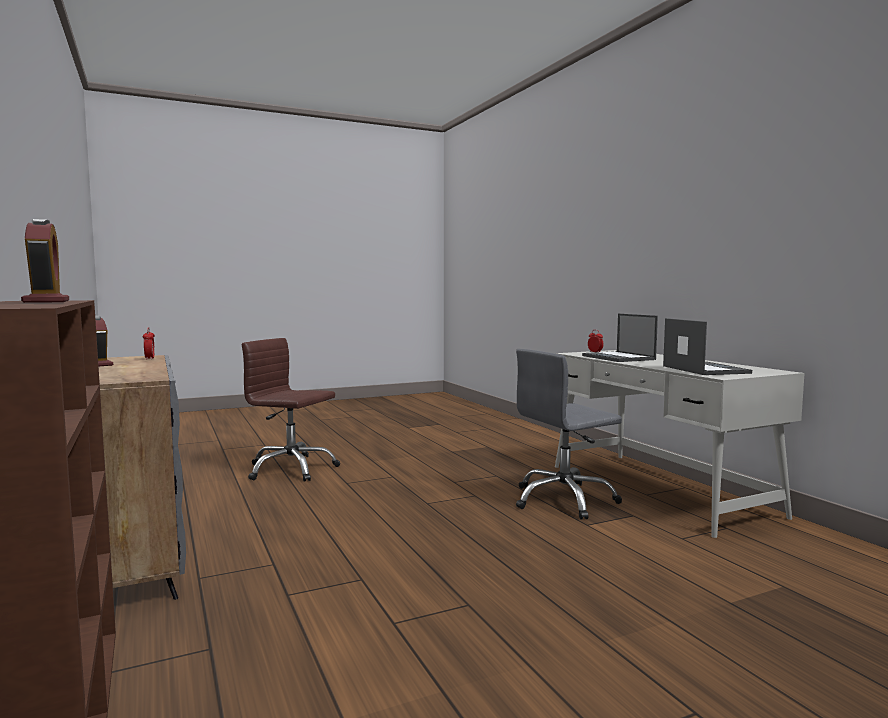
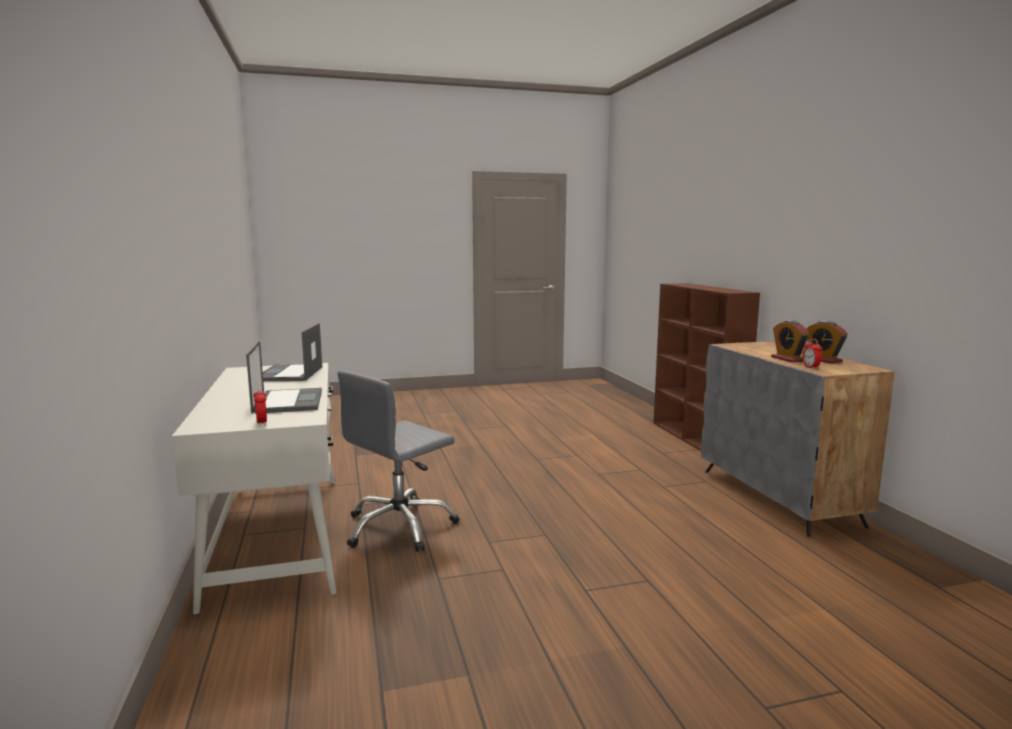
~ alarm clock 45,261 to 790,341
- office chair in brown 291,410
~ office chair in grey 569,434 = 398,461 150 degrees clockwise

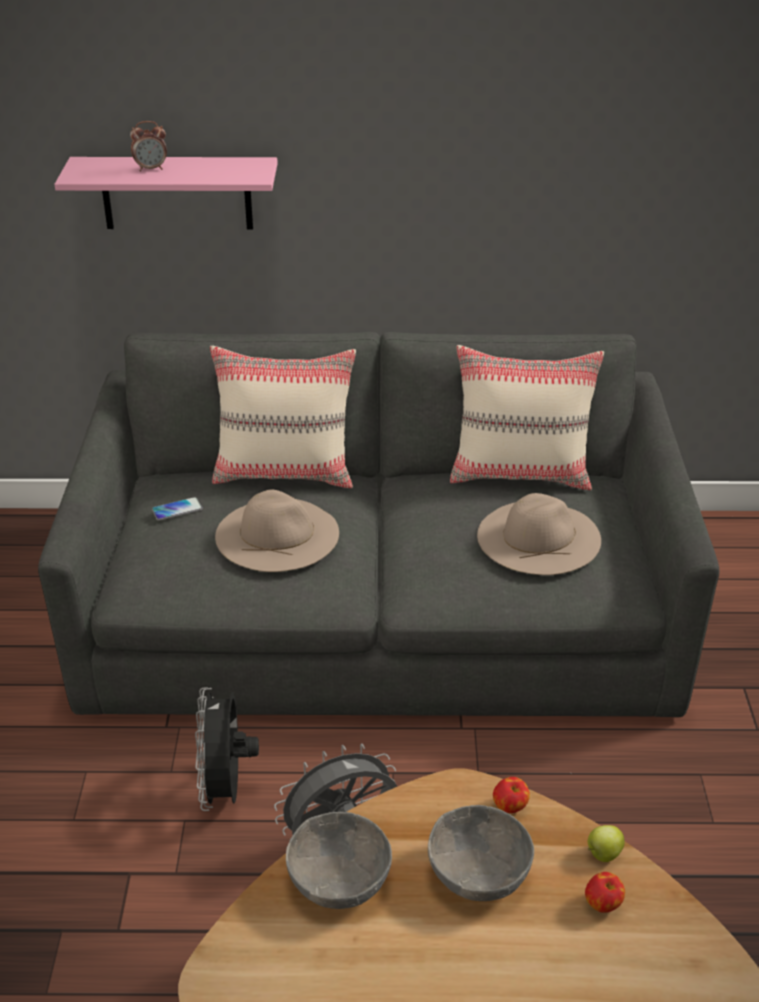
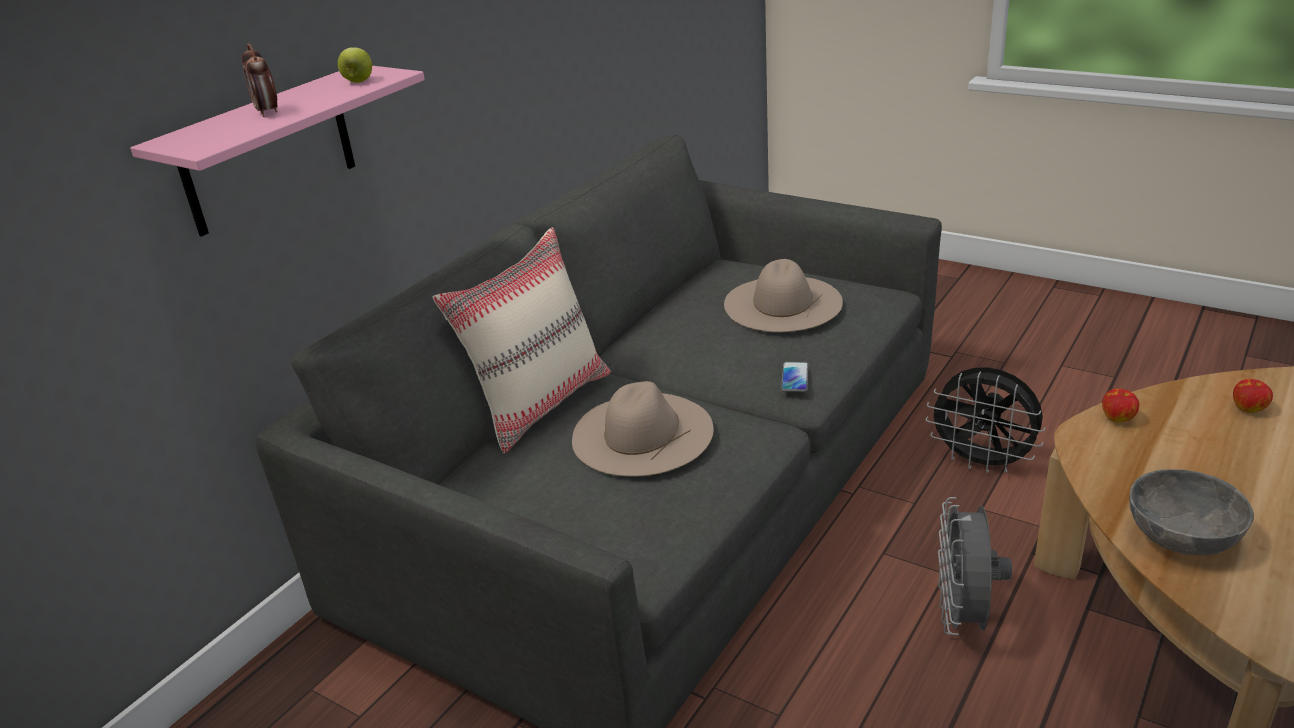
~ alarm clock 148,146 = 259,80 135 degrees clockwise
- pillow in beige 527,417
~ phone 177,509 to 794,377
~ fan in black 227,749 to 986,420
- bowl in grey 481,853
~ apple 606,843 to 355,65

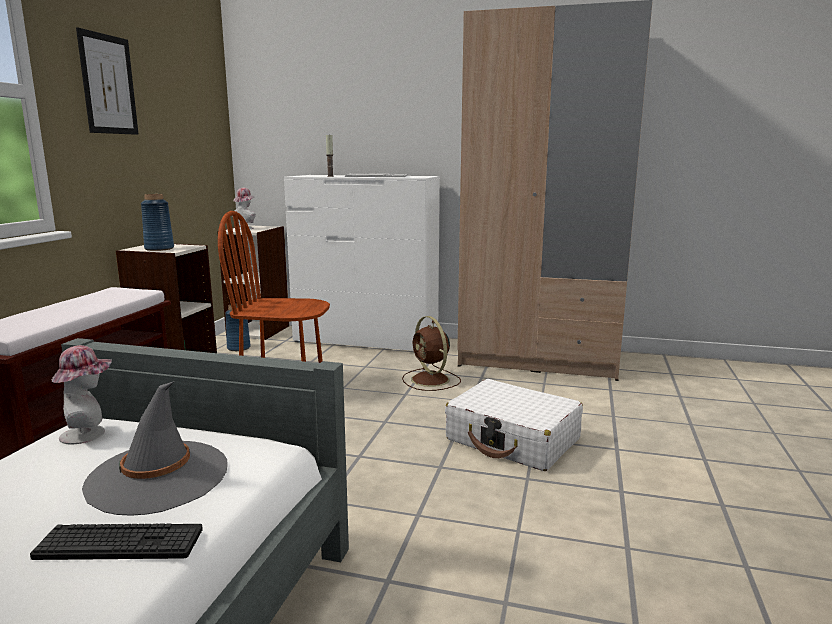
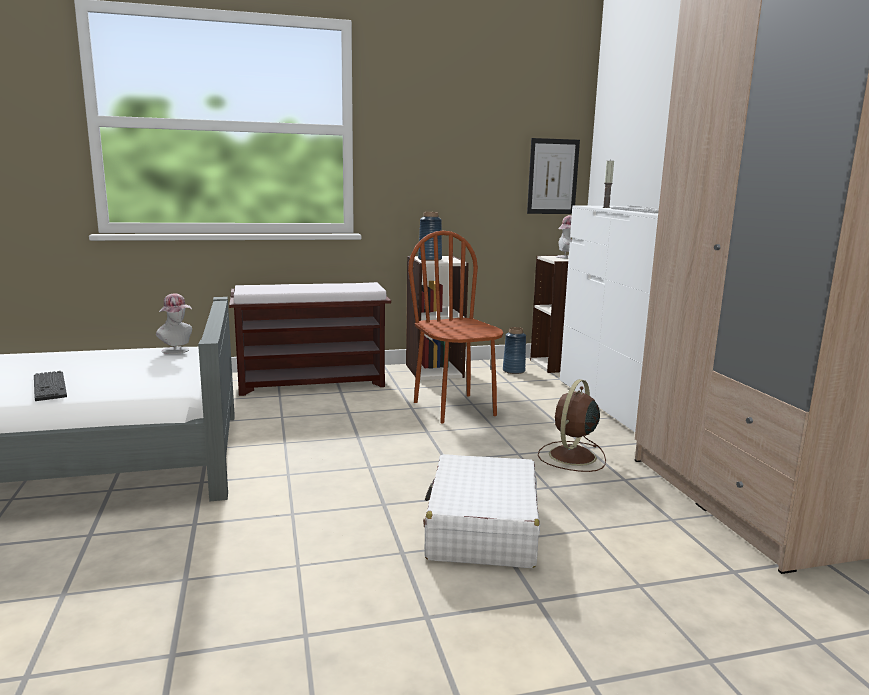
~ picture 107,81 to 553,176
- hat in grey 154,448

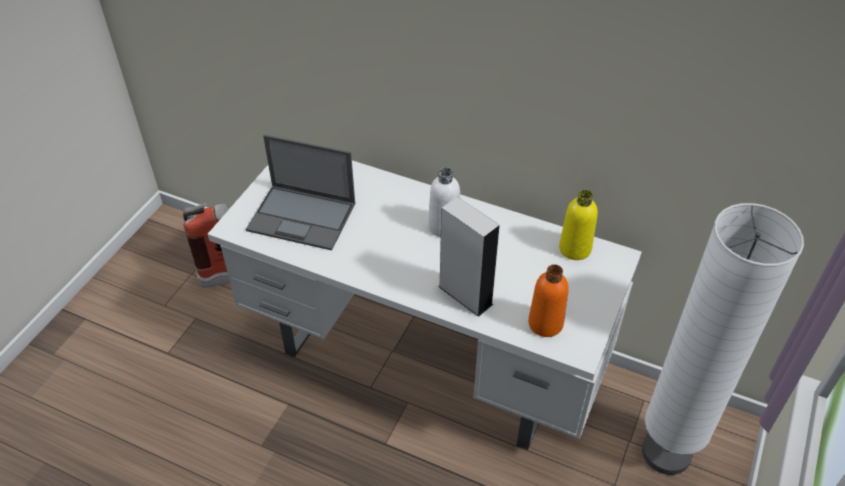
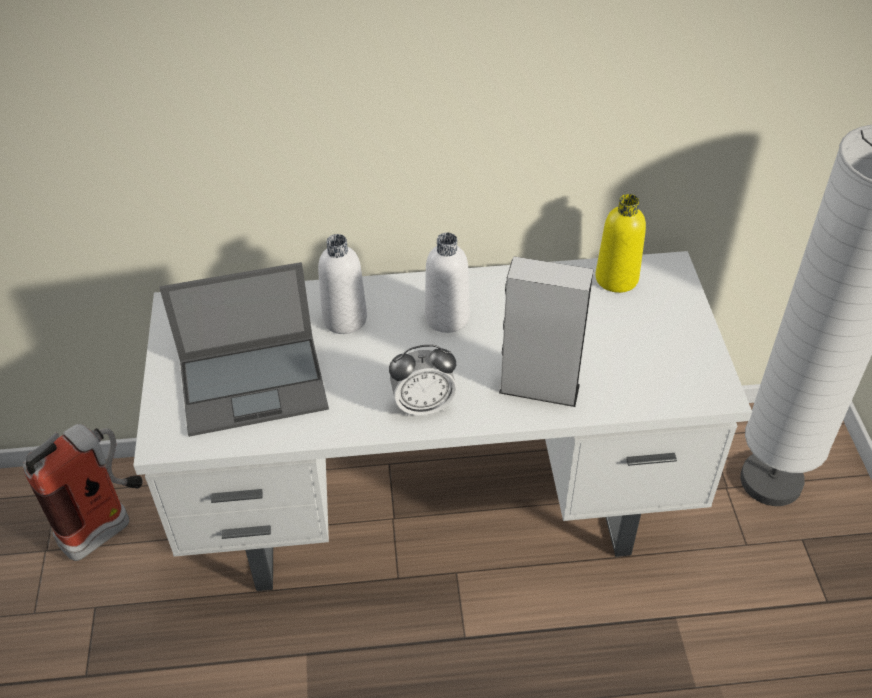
- bottle in orange 548,300
+ bottle in white 342,284
+ alarm clock 422,381

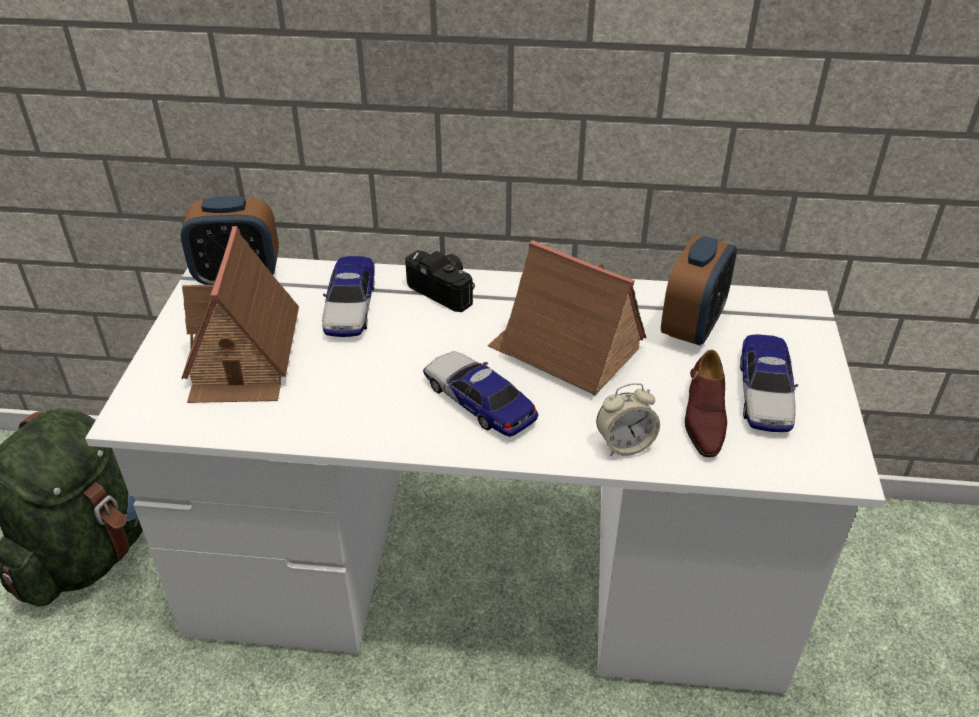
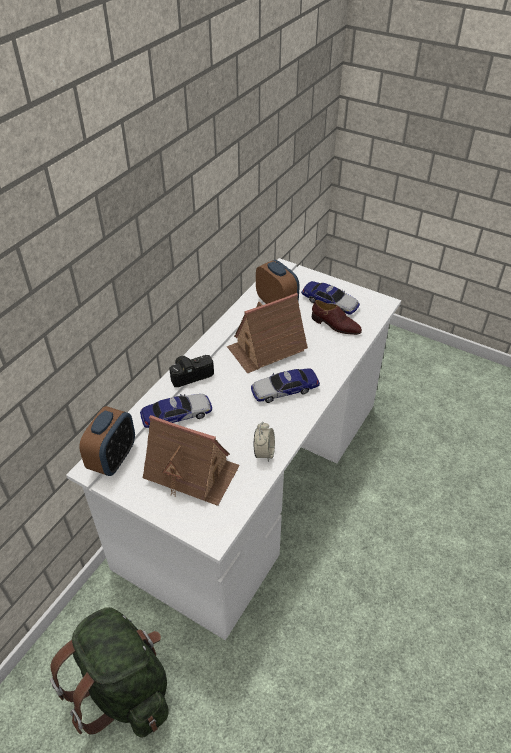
~ toy car 348,296 = 176,411 45 degrees counterclockwise
~ alarm clock 628,419 to 264,442

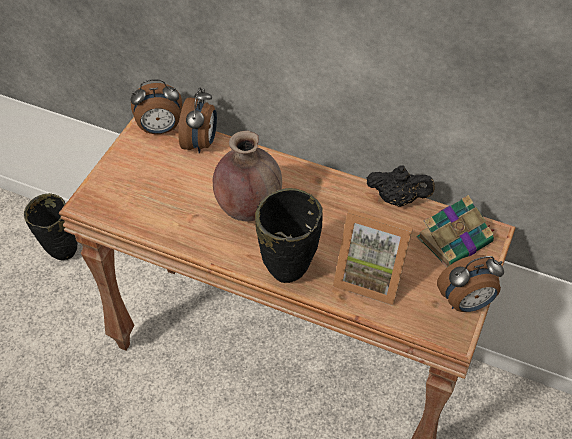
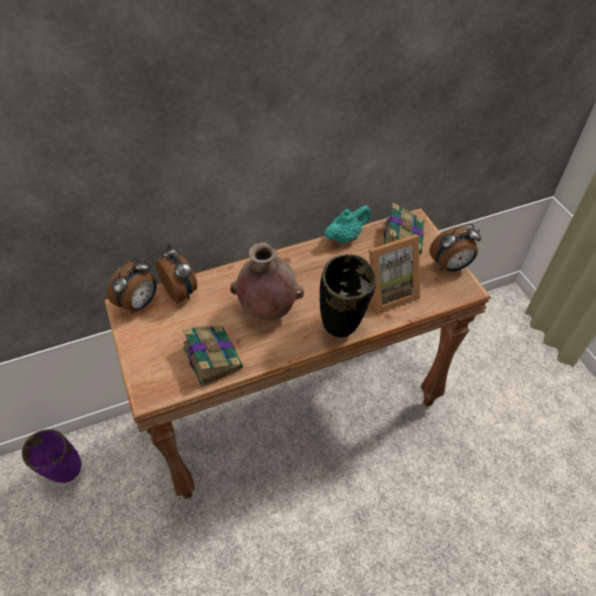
~ teapot in black 401,186 to teapot in turquoise 347,224
~ vase in black 50,226 to vase in purple 52,456
~ alarm clock 470,283 = 455,247 45 degrees clockwise
+ book 212,356

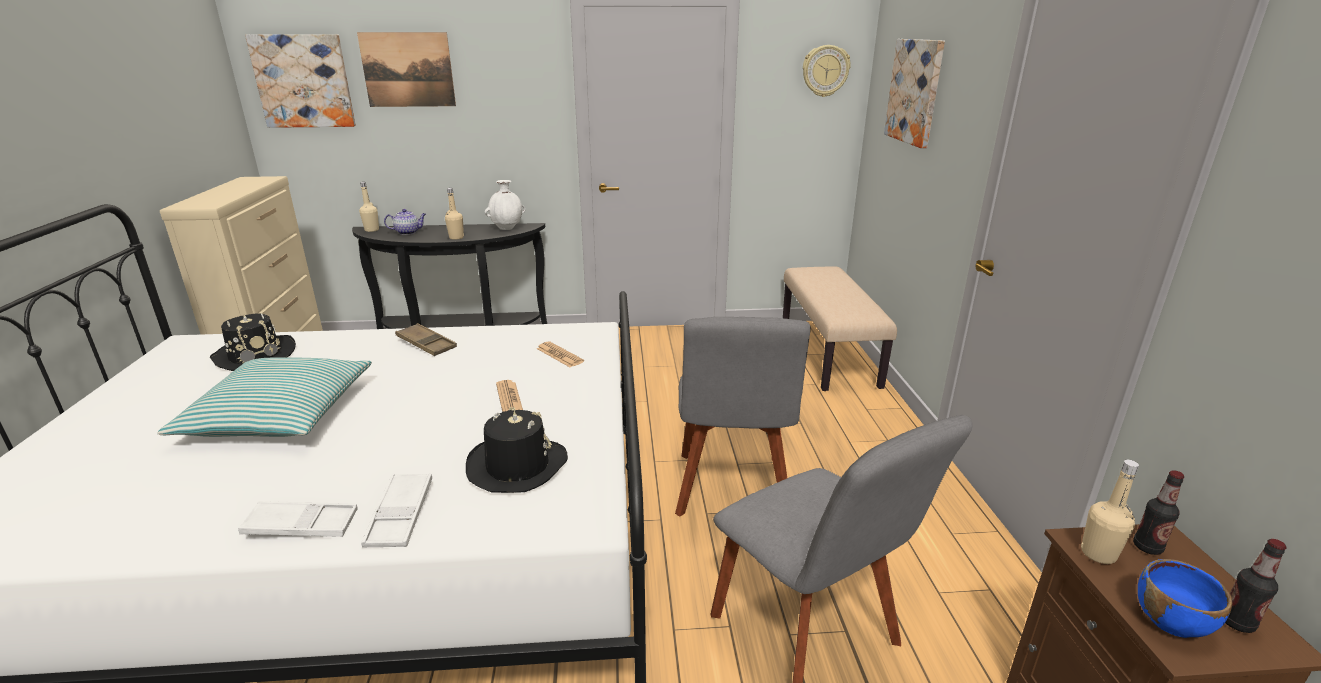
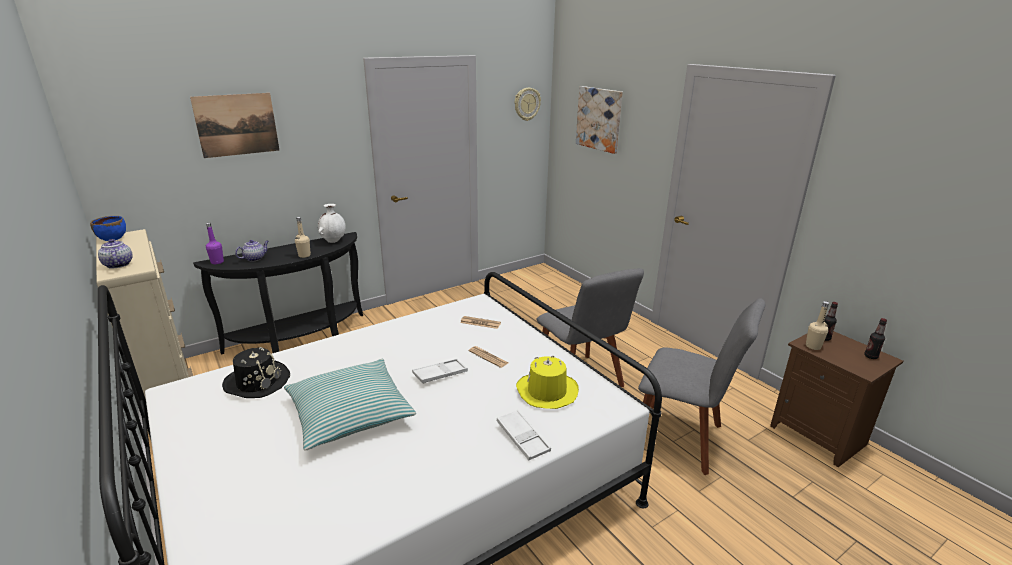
- picture 300,81
~ bottle in beige 369,207 to bottle in purple 215,243
- bench in beige 840,329
- tray in brown 426,339
~ hat in black 517,450 to hat in yellow 547,382
~ tray in white 298,519 to 440,371
~ bowl in blue 1185,598 to 108,228
+ teapot 115,254

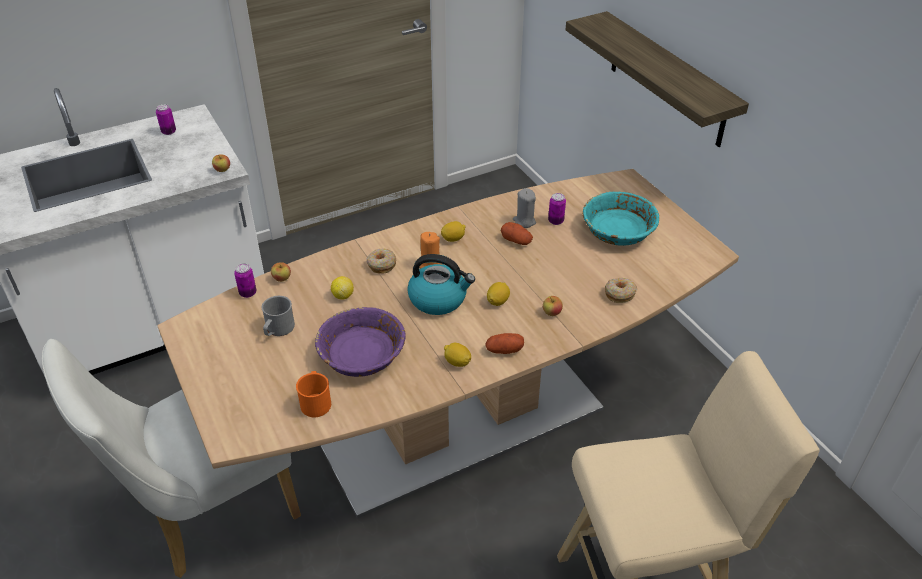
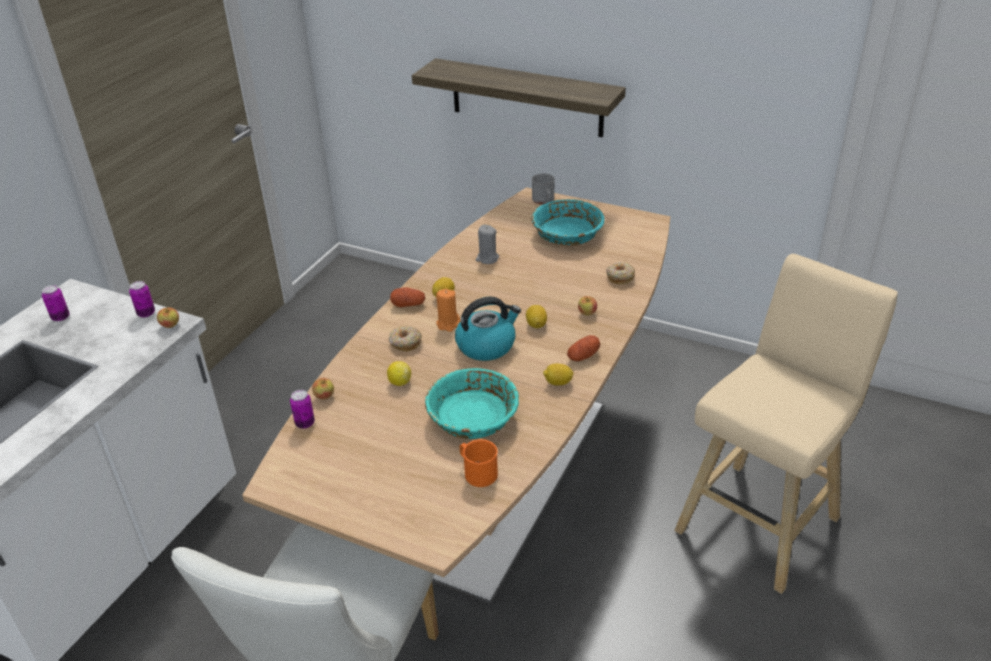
~ can 557,209 to 142,299
~ potato 517,233 to 407,297
~ mug in grey 278,316 to 543,188
~ bowl in purple 360,342 to bowl in turquoise 472,403

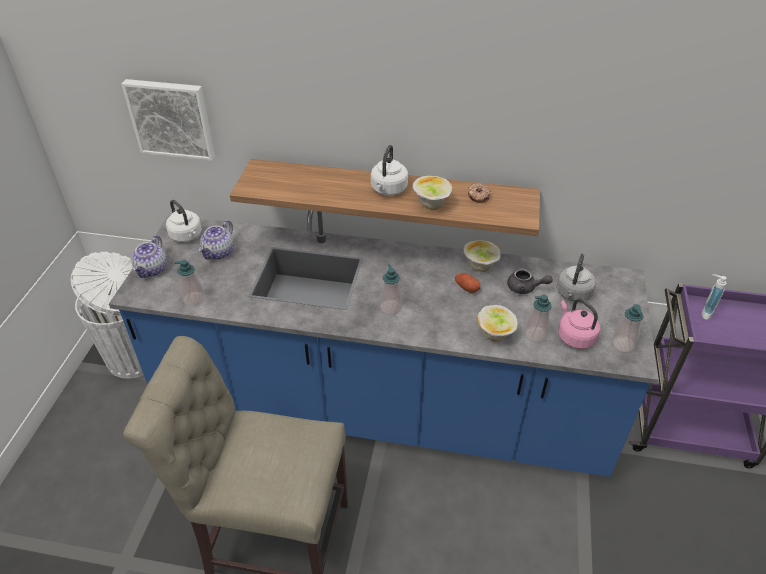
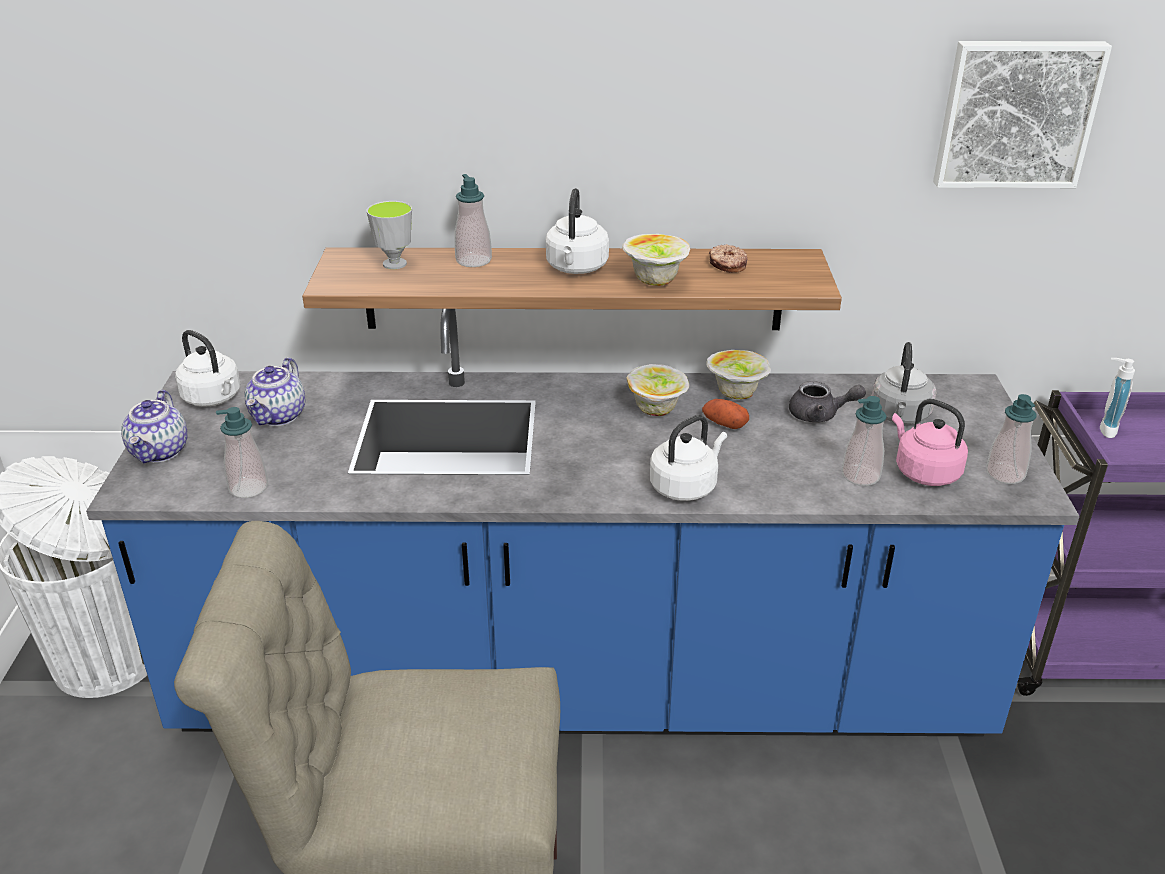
~ picture 168,120 to 1022,114
~ soap dispenser 391,289 to 473,220
~ bowl 498,323 to 657,390
+ cup 389,235
+ kettle in white 688,458

